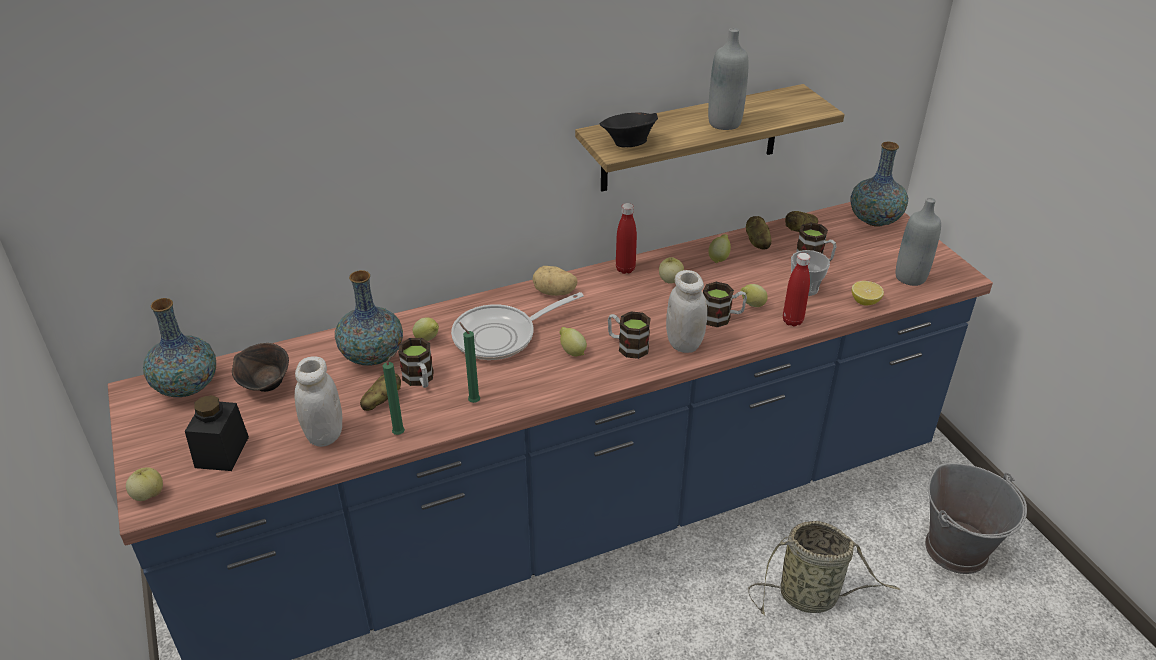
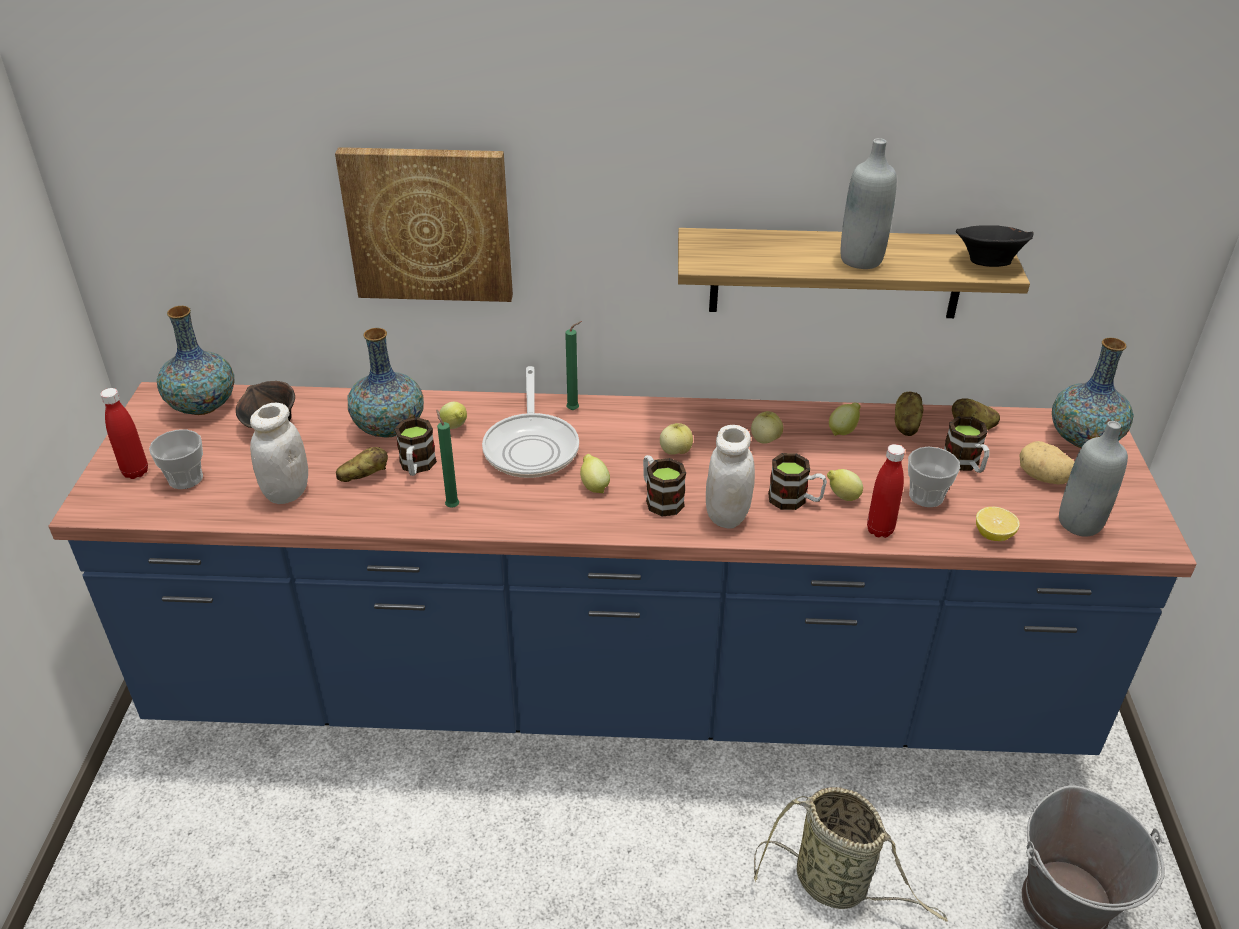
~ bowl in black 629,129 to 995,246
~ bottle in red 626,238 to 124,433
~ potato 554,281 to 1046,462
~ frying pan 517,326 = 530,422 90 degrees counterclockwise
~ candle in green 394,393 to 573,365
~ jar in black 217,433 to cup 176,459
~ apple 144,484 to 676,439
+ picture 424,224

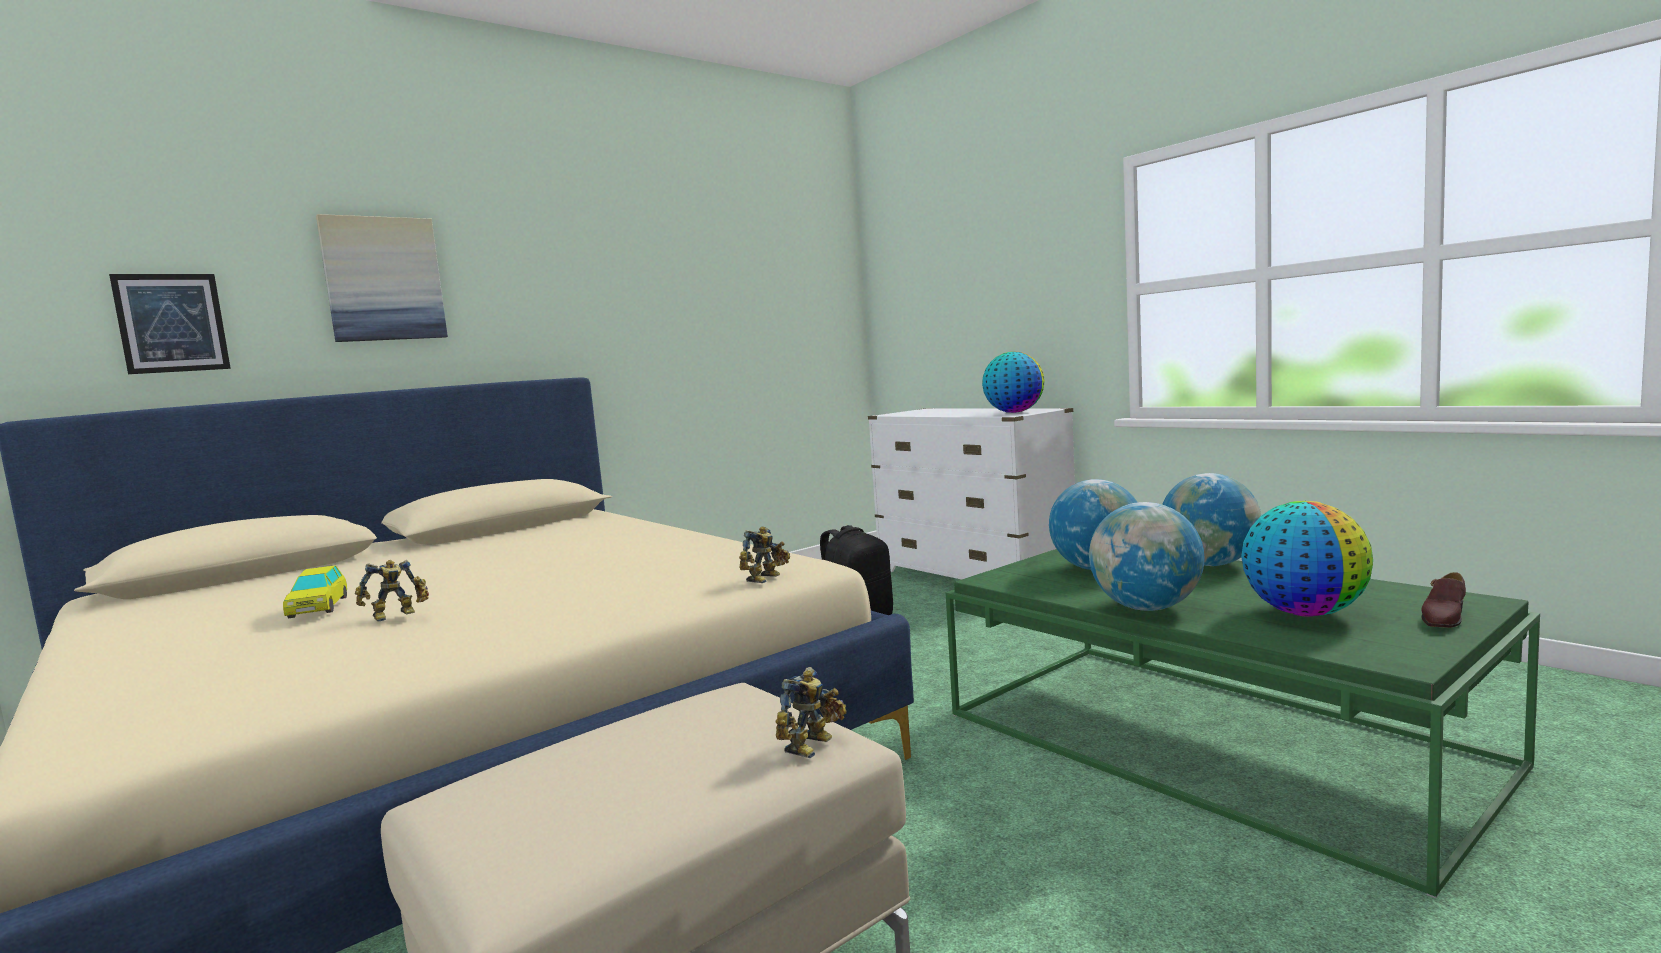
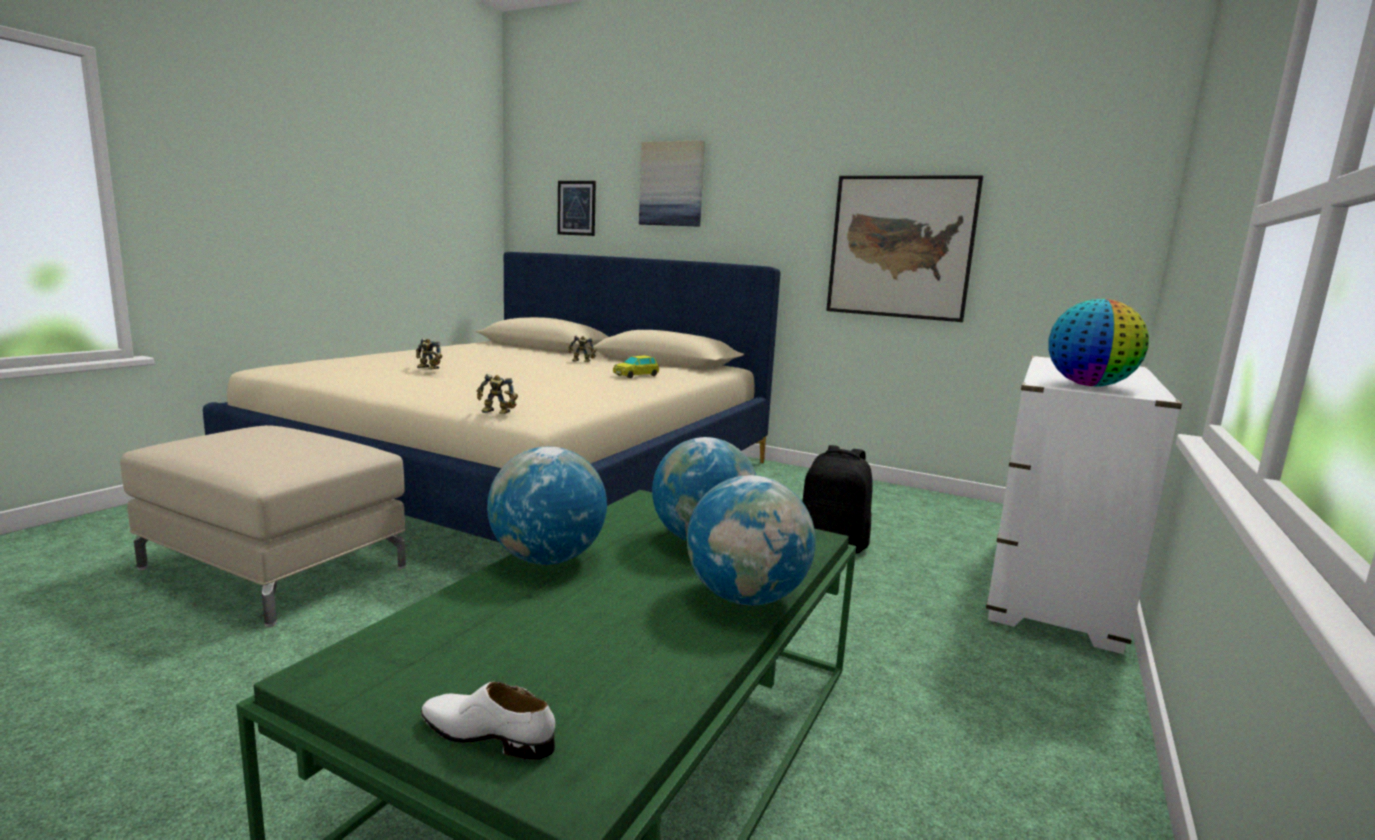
- globe 1307,559
~ toy car 315,591 to 636,366
~ shoe in brown 1444,600 to shoe in white 488,721
~ toy robot 811,712 to 582,349
+ picture 904,248

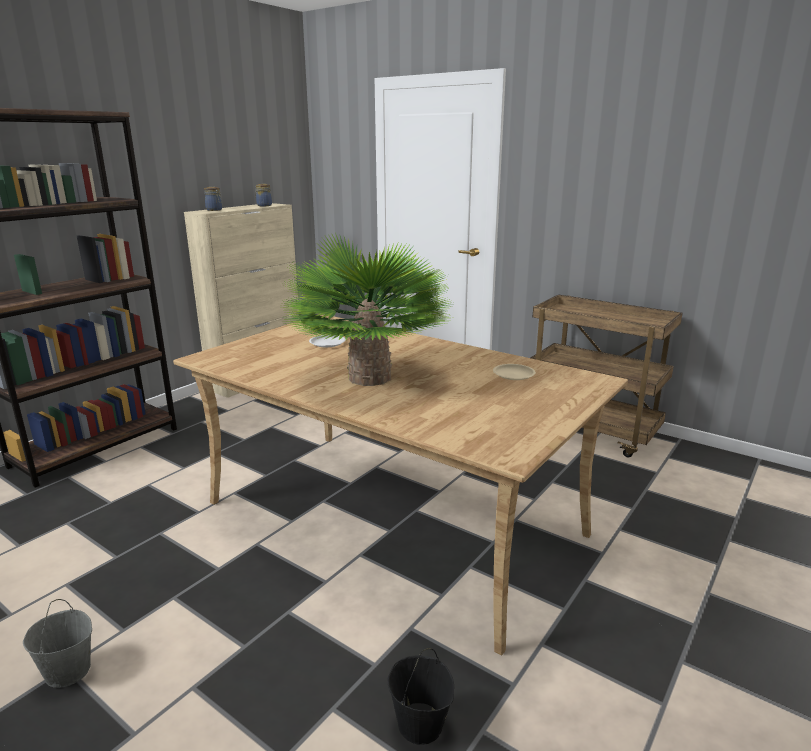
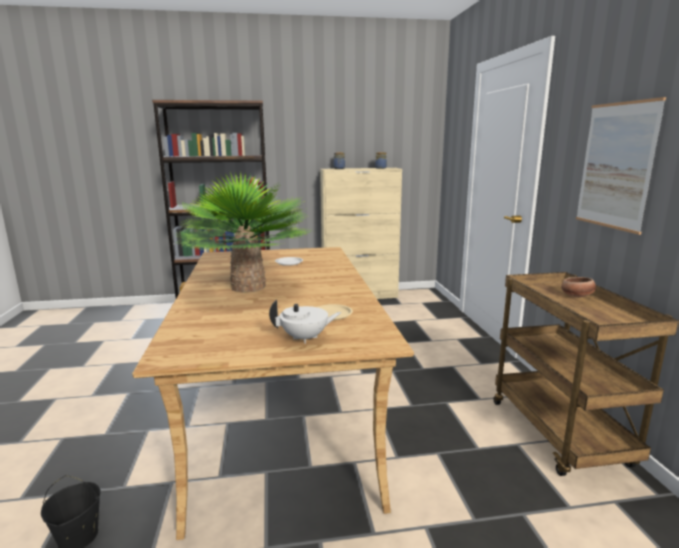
- bucket in grey 57,643
+ picture 621,166
+ bowl 578,287
+ teapot in white 305,322

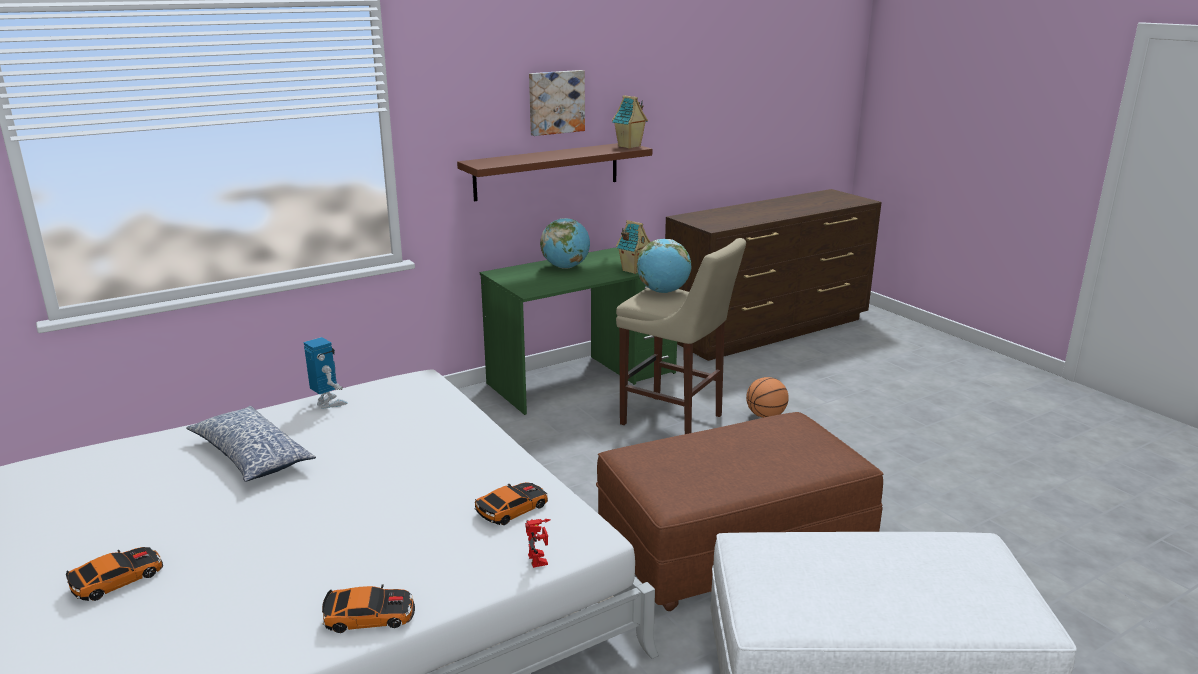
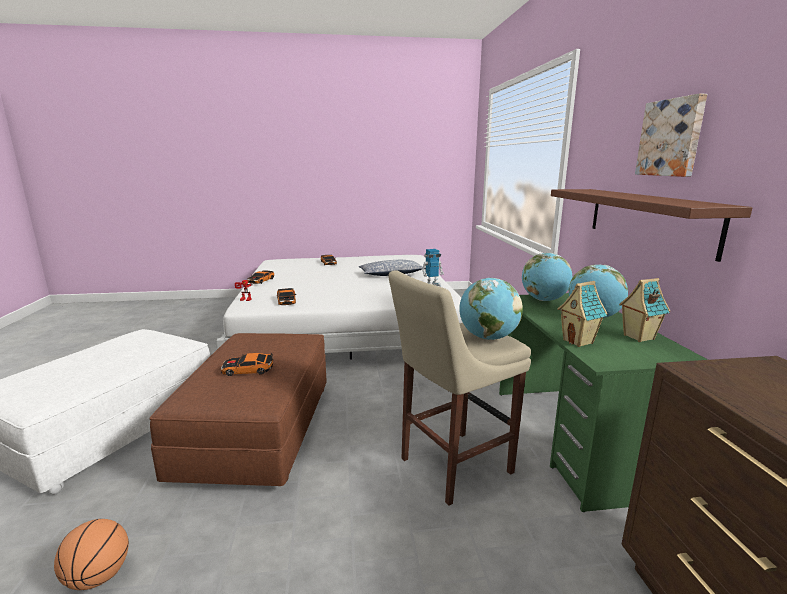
~ toy house 630,122 to 644,310
~ basketball 767,397 to 91,554
+ globe 547,277
+ toy car 247,364

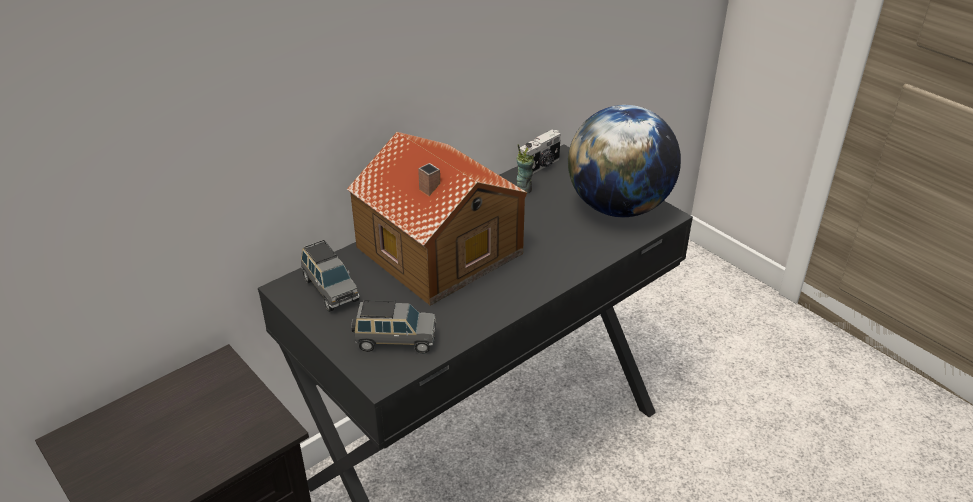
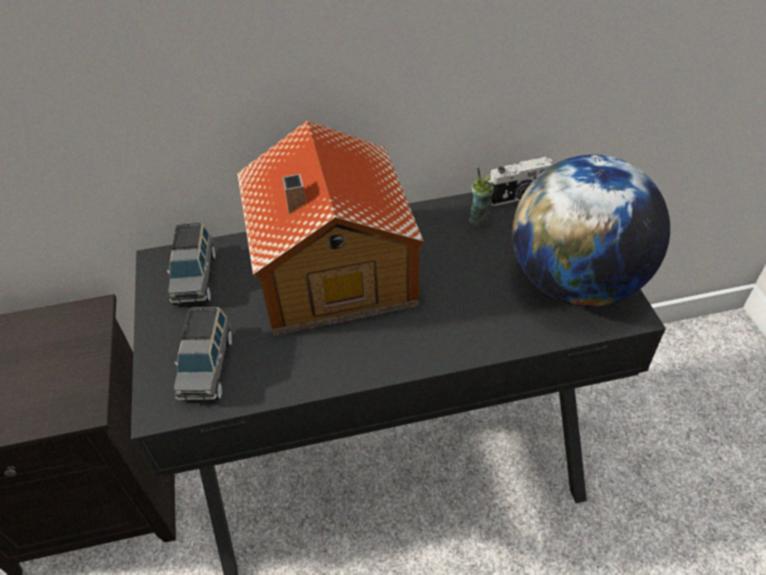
~ toy car in grey 394,327 = 203,354 60 degrees clockwise

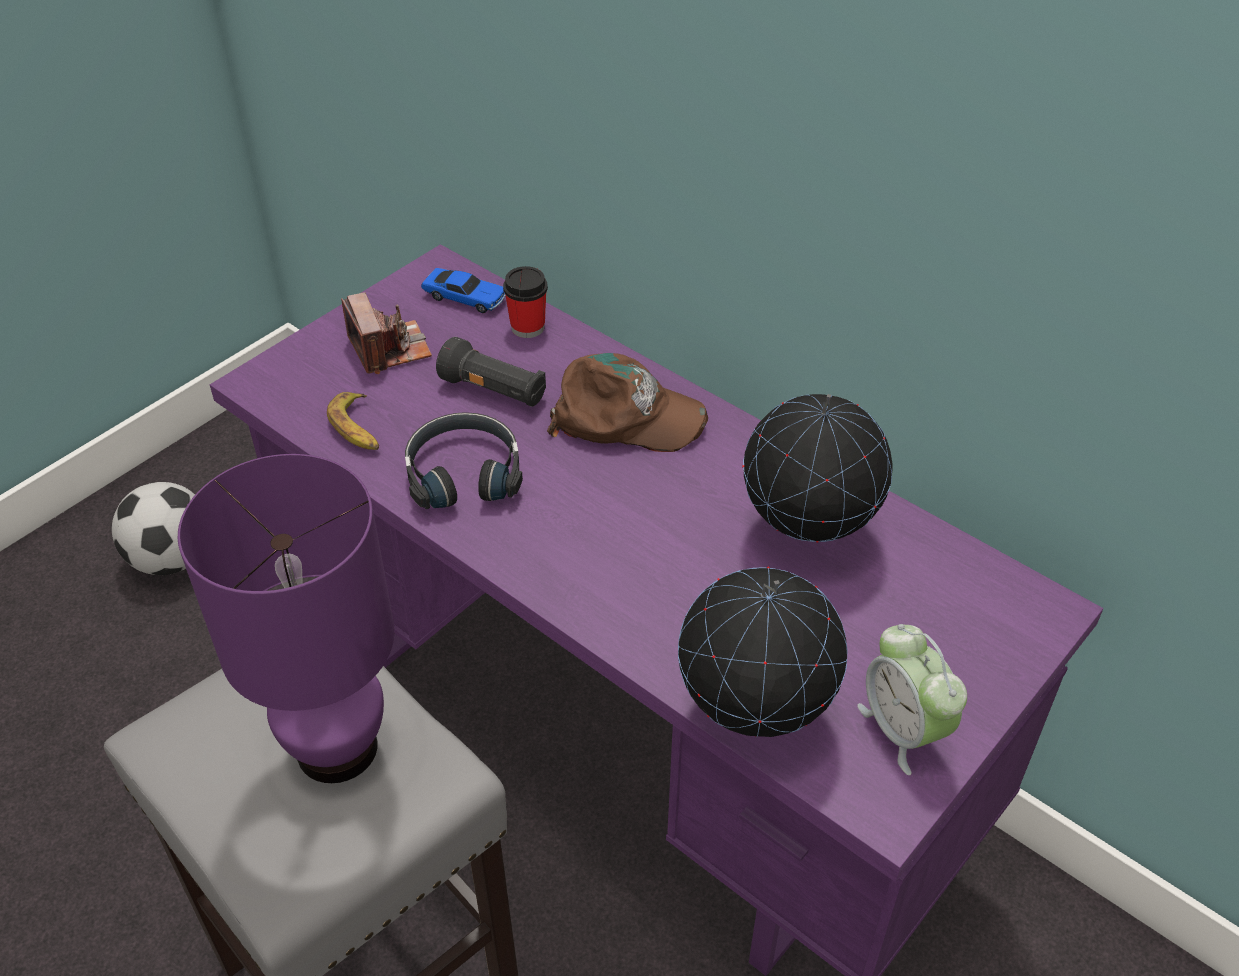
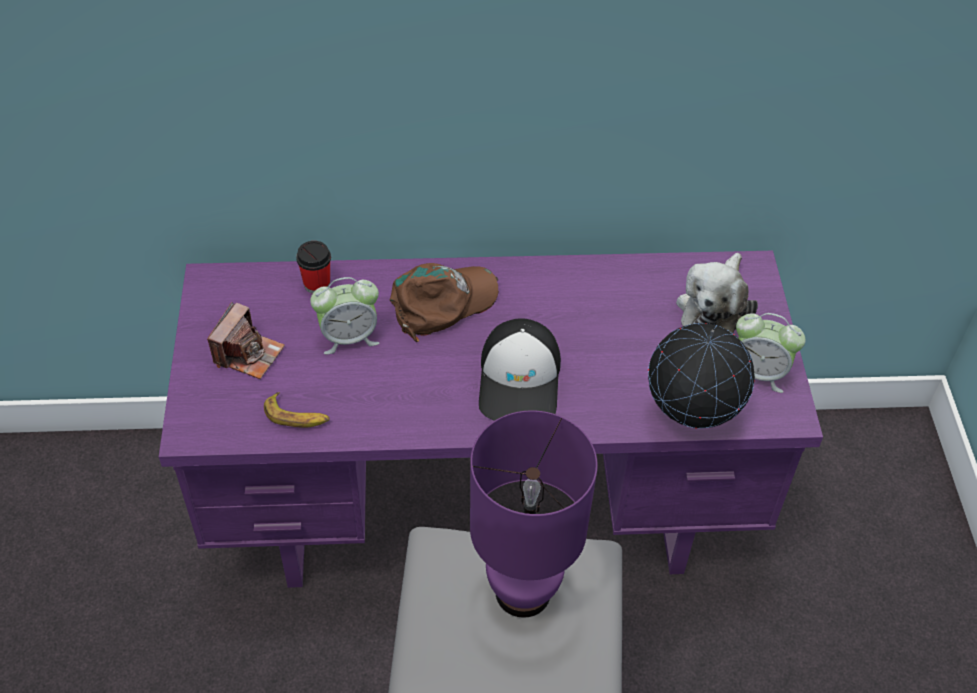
- toy car 463,290
~ photo camera 386,333 = 246,340 90 degrees clockwise
~ flashlight in black 491,372 to alarm clock 344,315
- globe 817,468
- headphones in black 464,460
- football 153,528
+ plush toy 717,293
+ cap 520,369

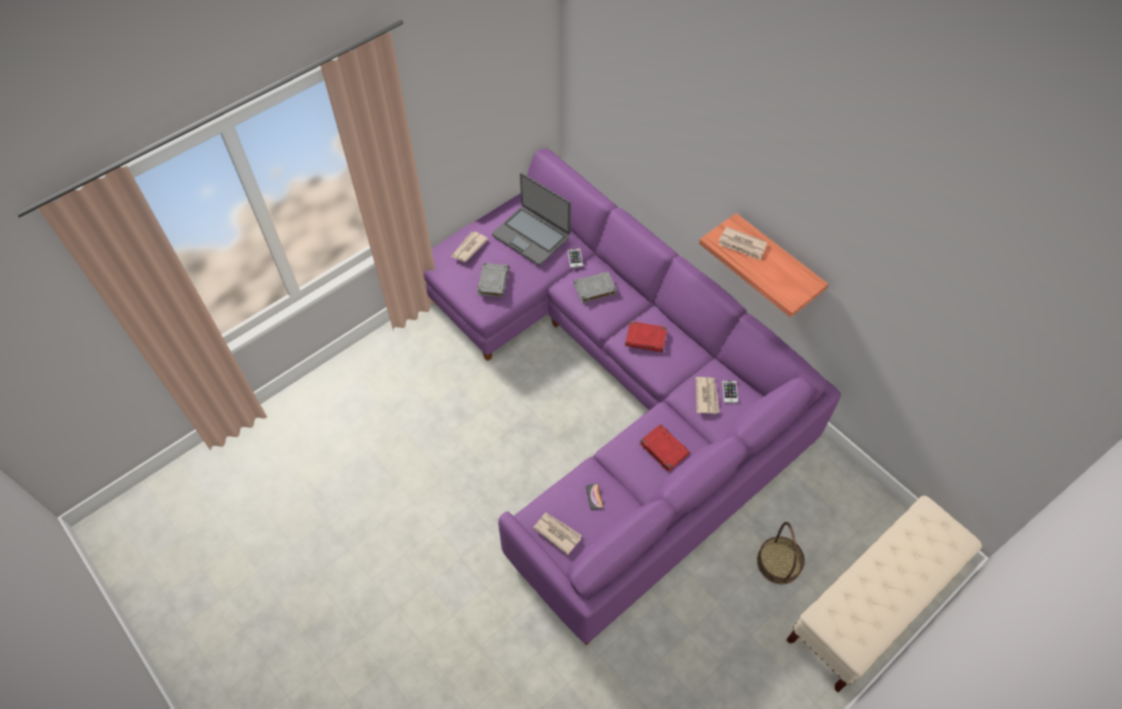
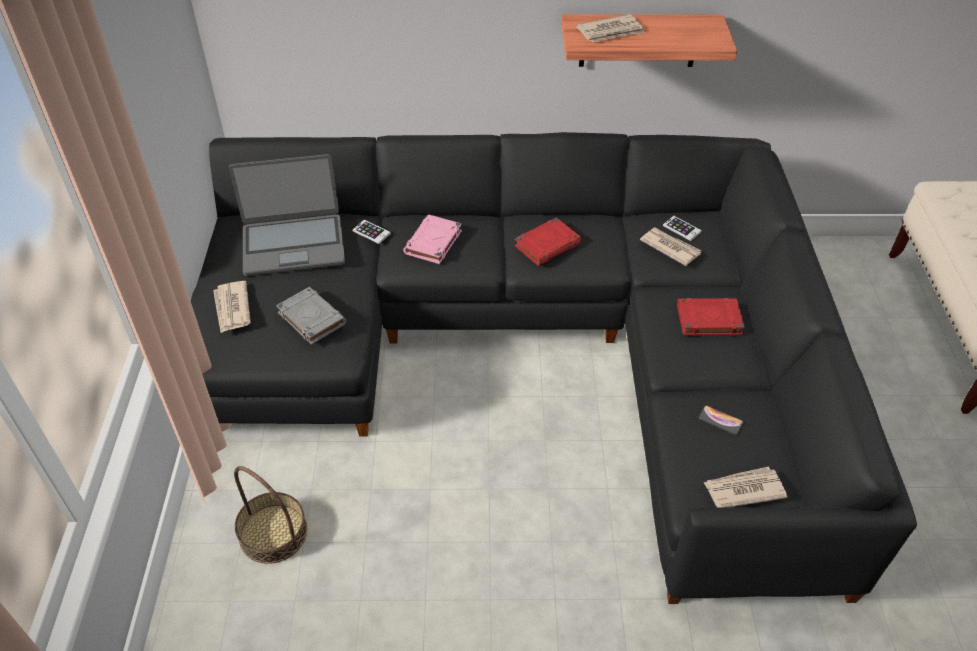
~ sofa in purple 632,396 to sofa in black 554,368
~ book in grey 595,287 to book in pink 432,239
~ basket 781,553 to 270,515

